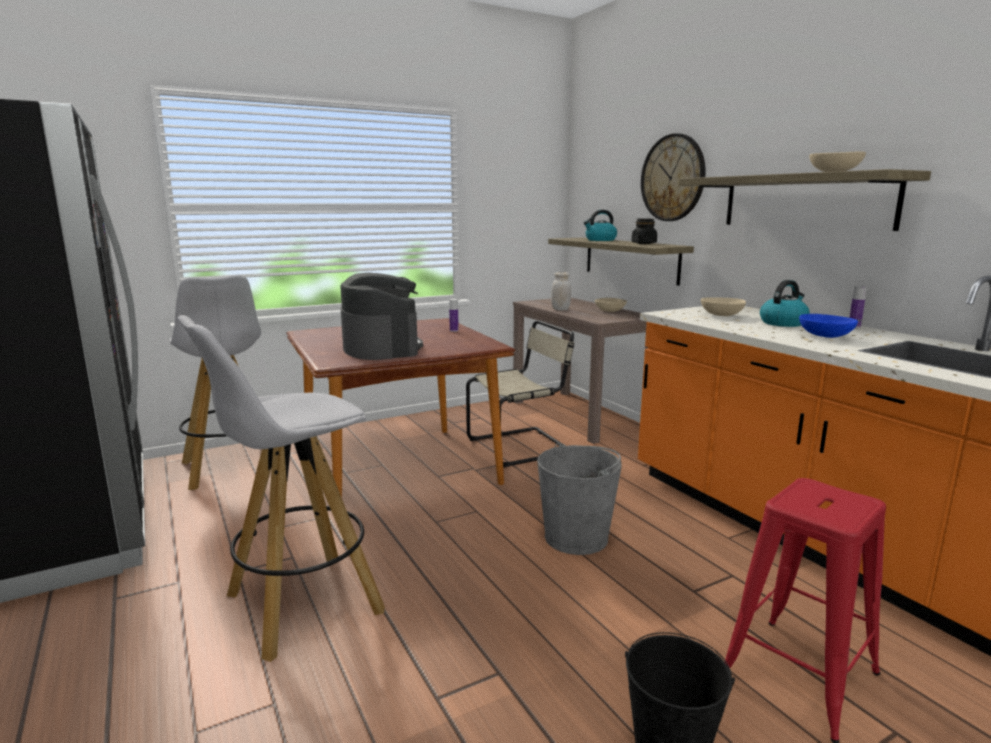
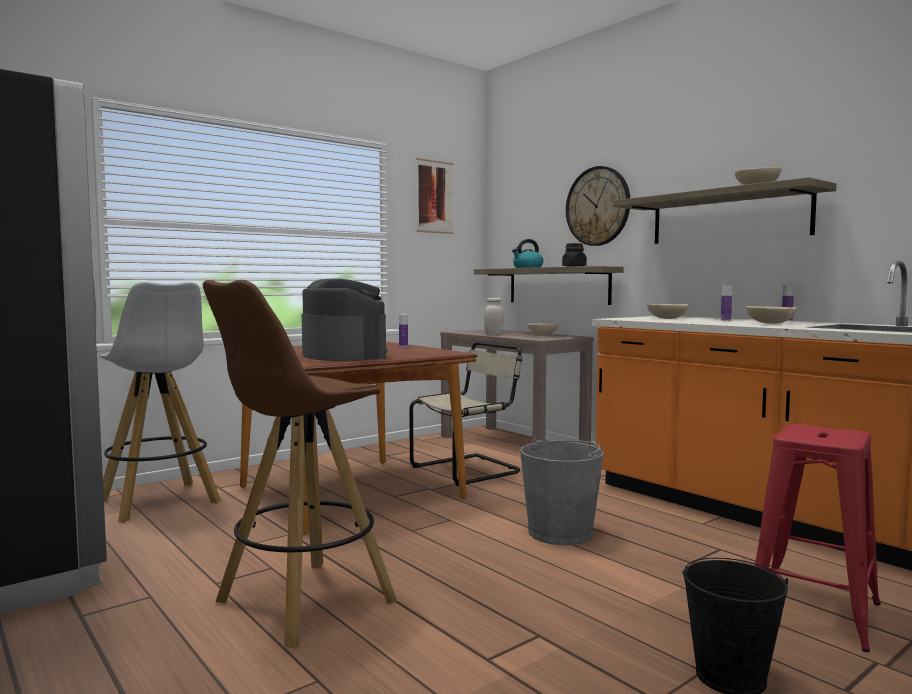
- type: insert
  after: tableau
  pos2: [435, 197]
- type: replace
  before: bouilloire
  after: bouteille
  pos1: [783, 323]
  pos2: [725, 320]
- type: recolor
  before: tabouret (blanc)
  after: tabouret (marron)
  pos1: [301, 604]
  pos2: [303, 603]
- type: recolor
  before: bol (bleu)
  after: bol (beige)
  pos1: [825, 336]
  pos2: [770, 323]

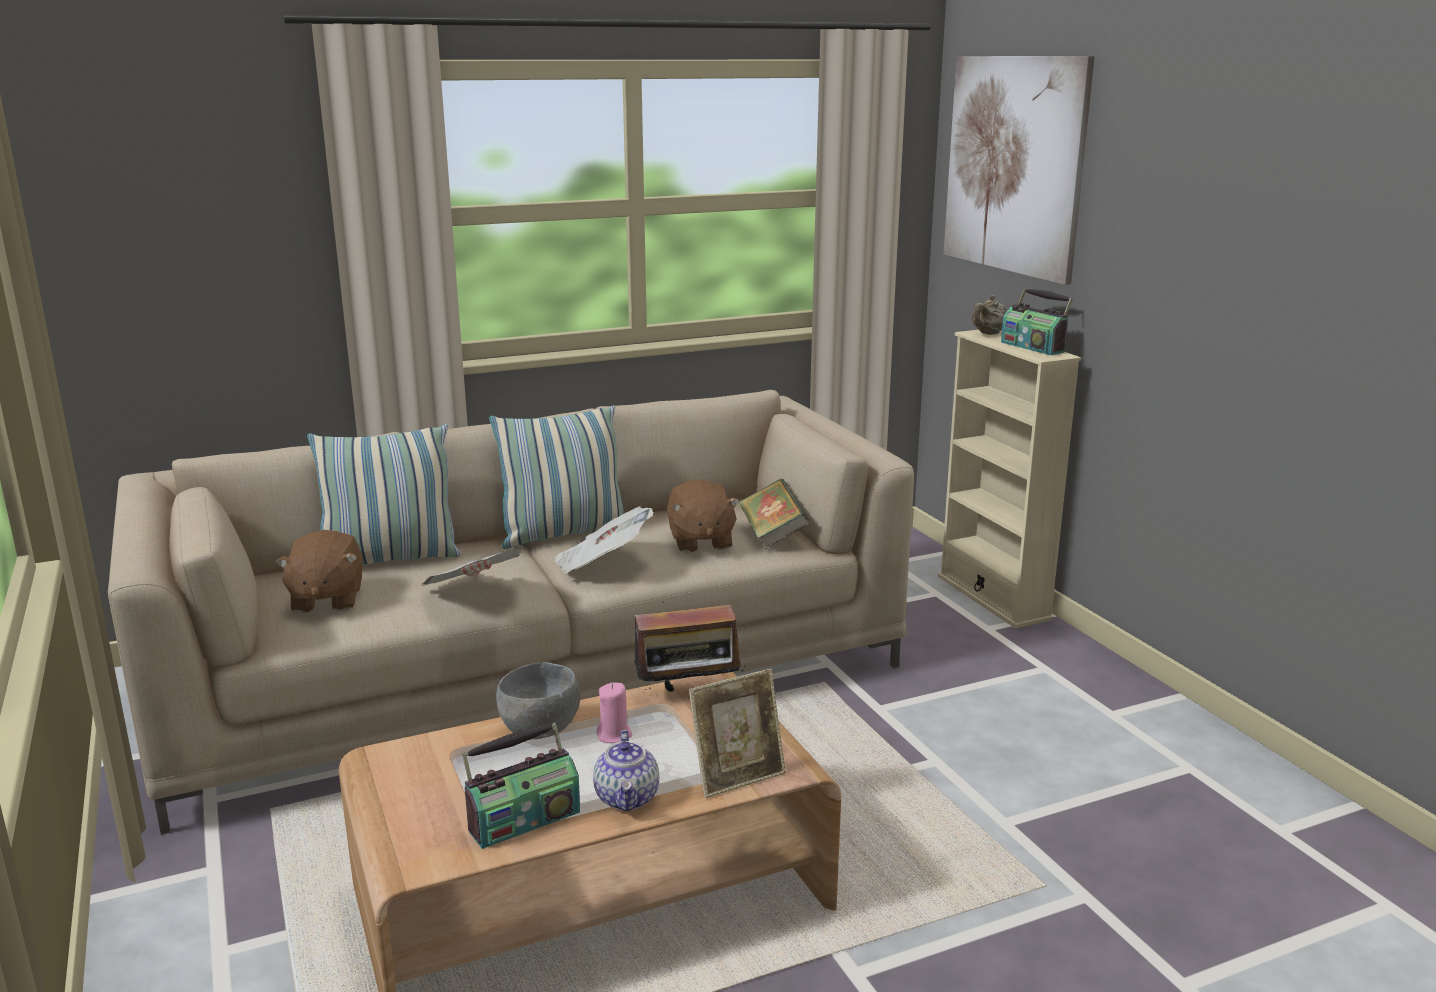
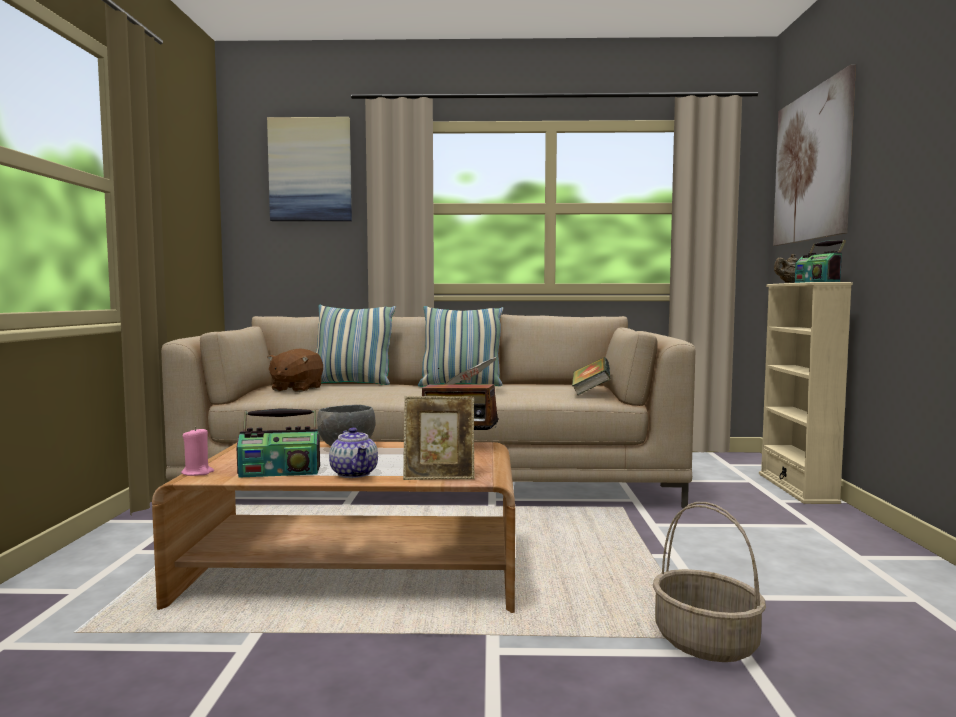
- type: delete
  before: journal
  pos1: [473, 593]
- type: delete
  before: peluche (marron)
  pos1: [700, 541]
- type: insert
  after: tableau
  pos2: [310, 170]
- type: insert
  after: panier
  pos2: [707, 643]
- type: move
  before: bougie (rose)
  pos1: [614, 735]
  pos2: [197, 473]
- type: rotate
  before: théière
  pos1: [628, 798]
  pos2: [355, 474]
  turn: -45

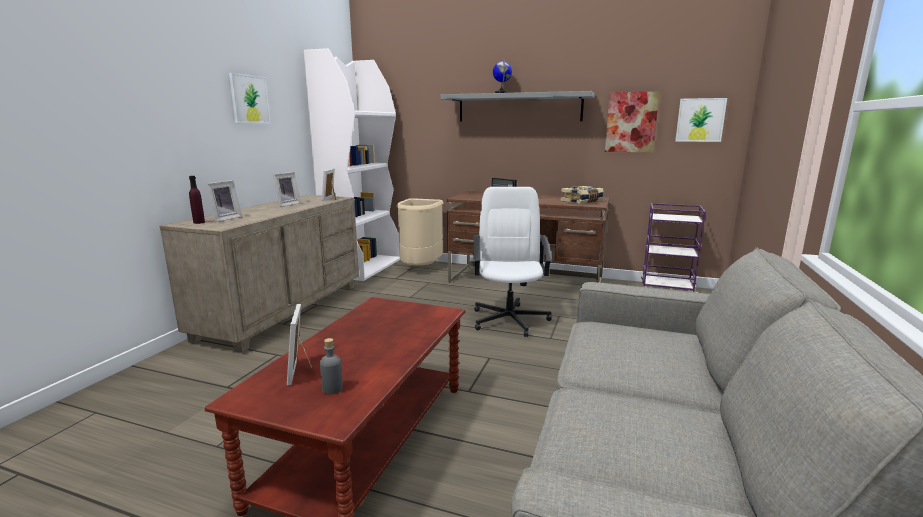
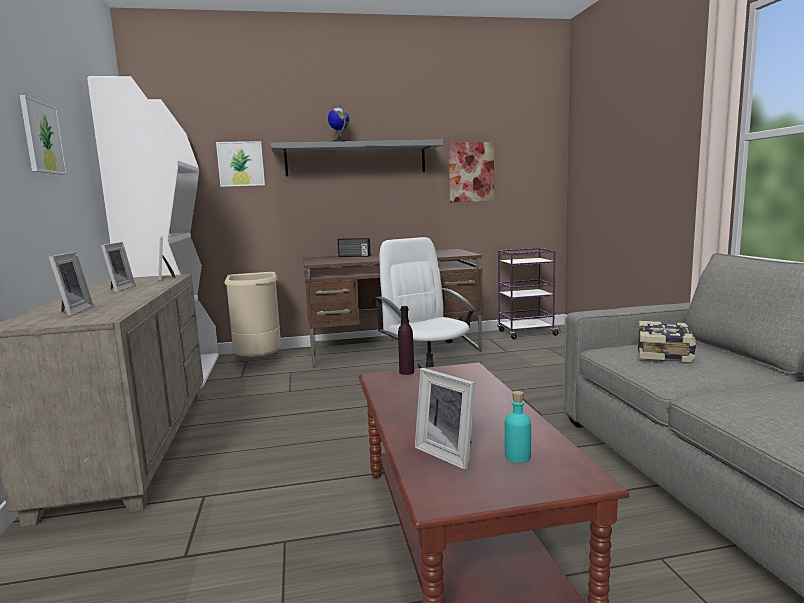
- type: move
  before: bouteille (violet)
  pos1: [199, 222]
  pos2: [406, 372]
- type: move
  before: livre
  pos1: [582, 201]
  pos2: [665, 353]
- type: move
  before: tableau
  pos1: [700, 120]
  pos2: [241, 164]
- type: recolor
  before: bouteille (gris)
  after: bouteille (turquoise)
  pos1: [332, 389]
  pos2: [517, 457]

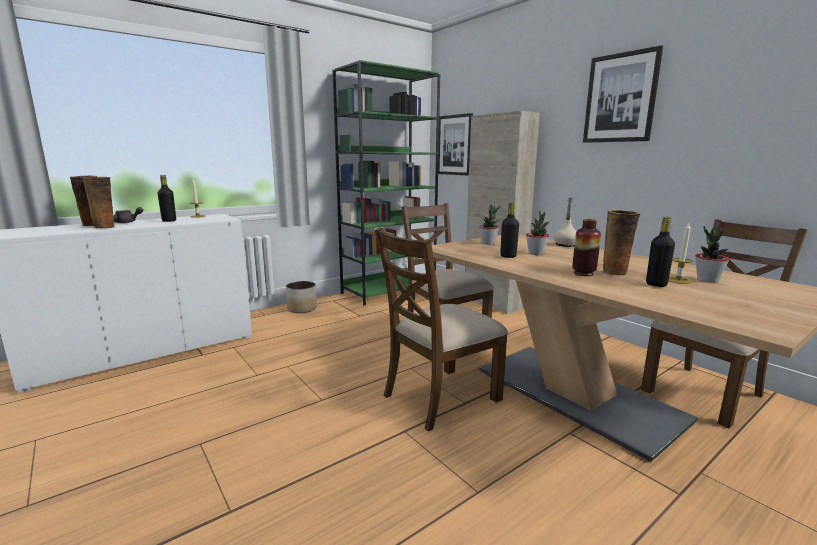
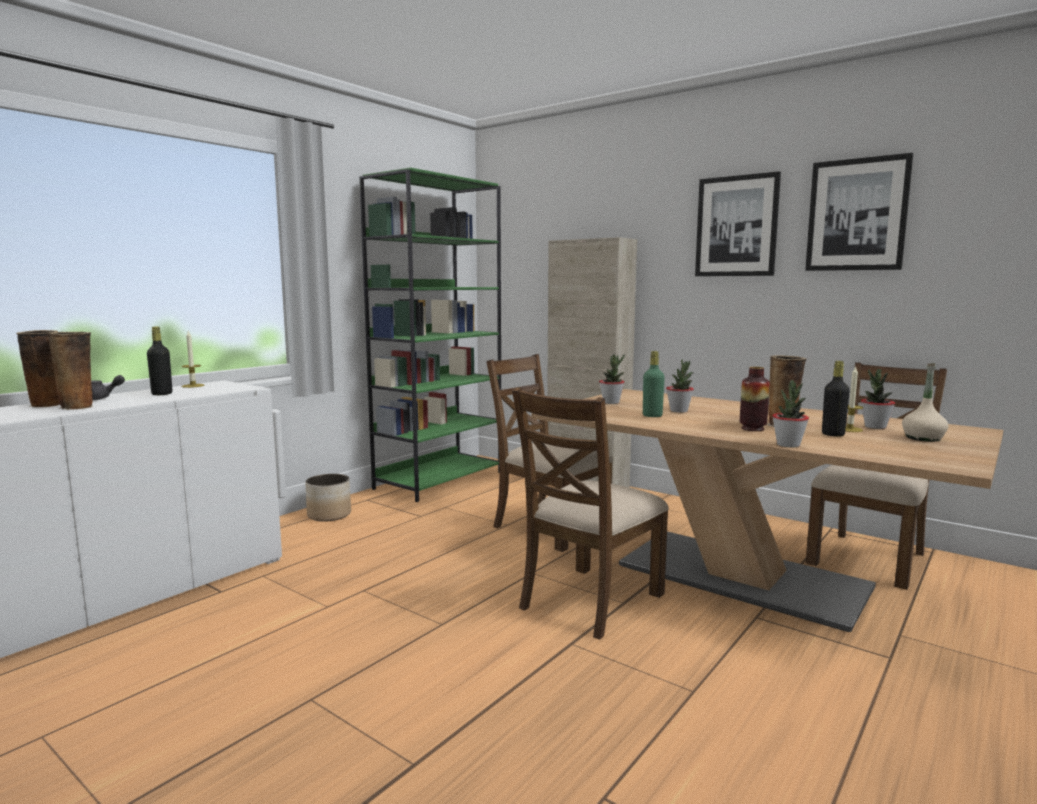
- type: insert
  after: plante en pot
  pos2: [788, 445]
- type: move
  before: tableau
  pos1: [455, 145]
  pos2: [857, 215]
- type: move
  before: bouteille (beige)
  pos1: [565, 245]
  pos2: [922, 438]
- type: recolor
  before: bouteille (noir)
  after: bouteille (vert)
  pos1: [508, 256]
  pos2: [652, 416]

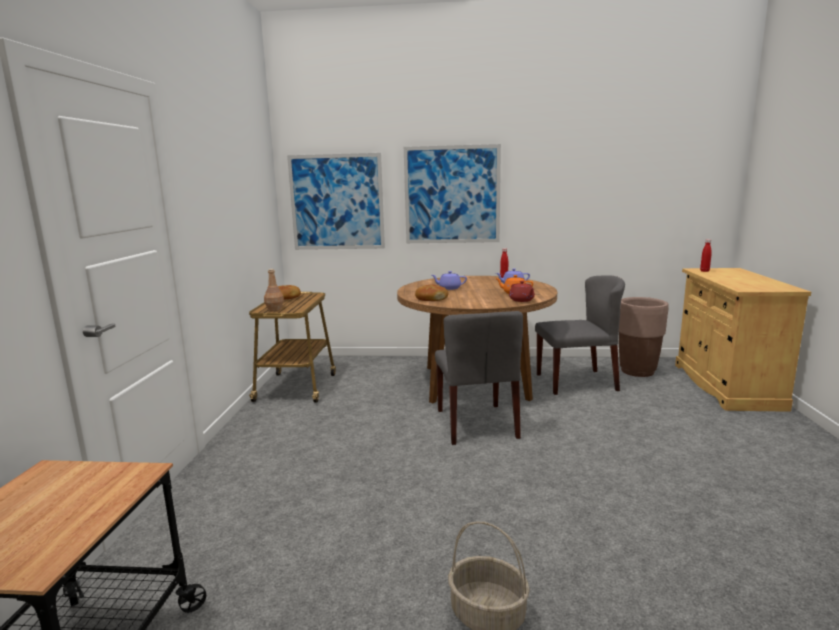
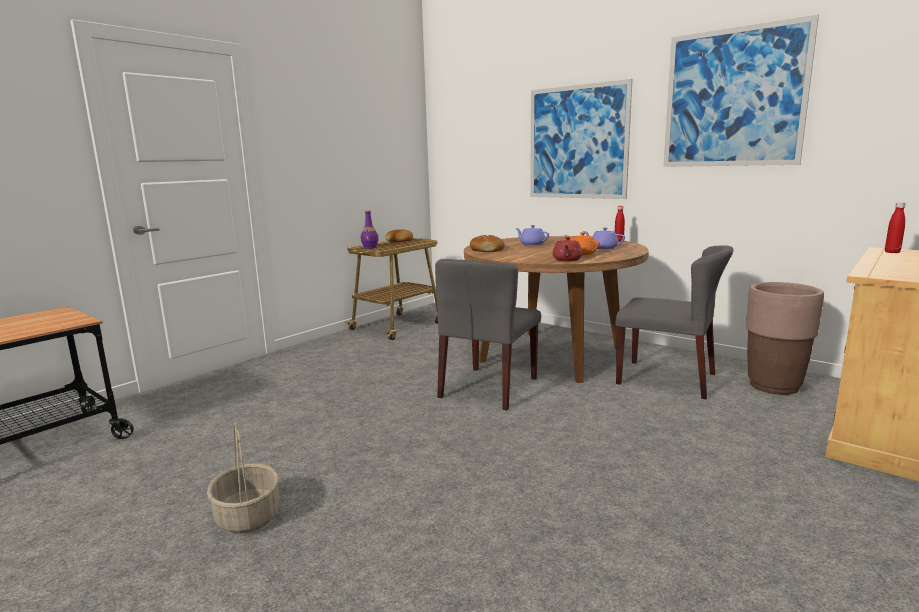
- type: move
  before: tableau
  pos1: [337, 202]
  pos2: [733, 98]
- type: recolor
  before: bouteille (marron)
  after: bouteille (violet)
  pos1: [275, 309]
  pos2: [370, 247]

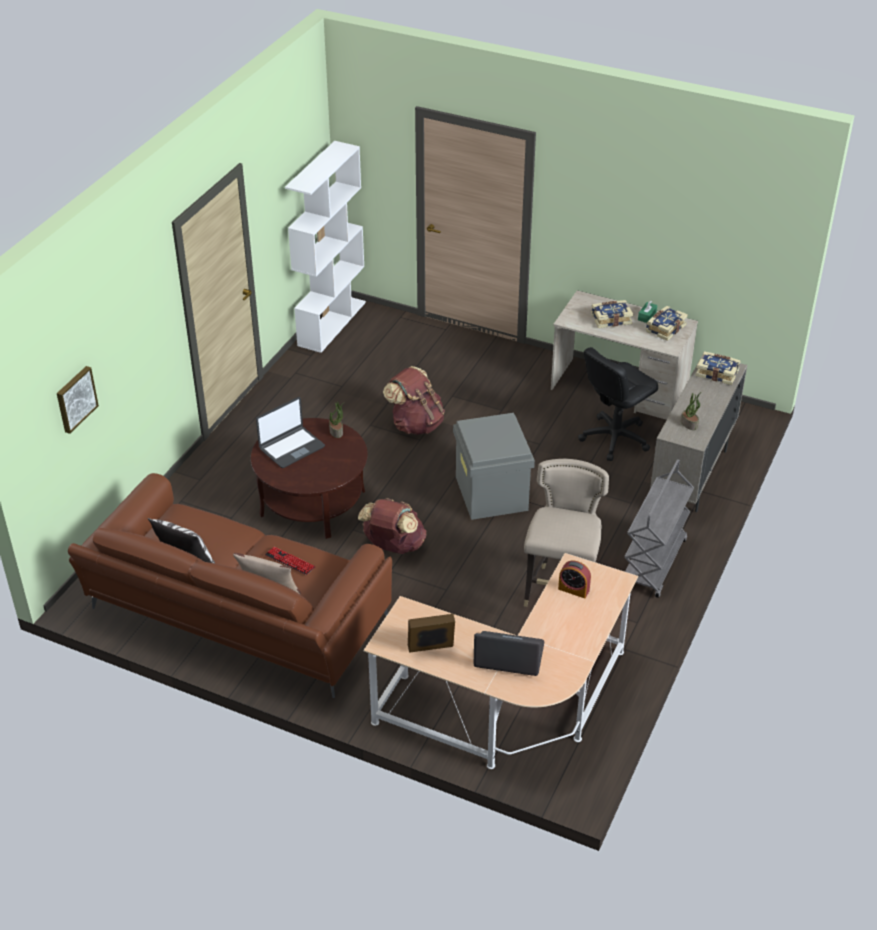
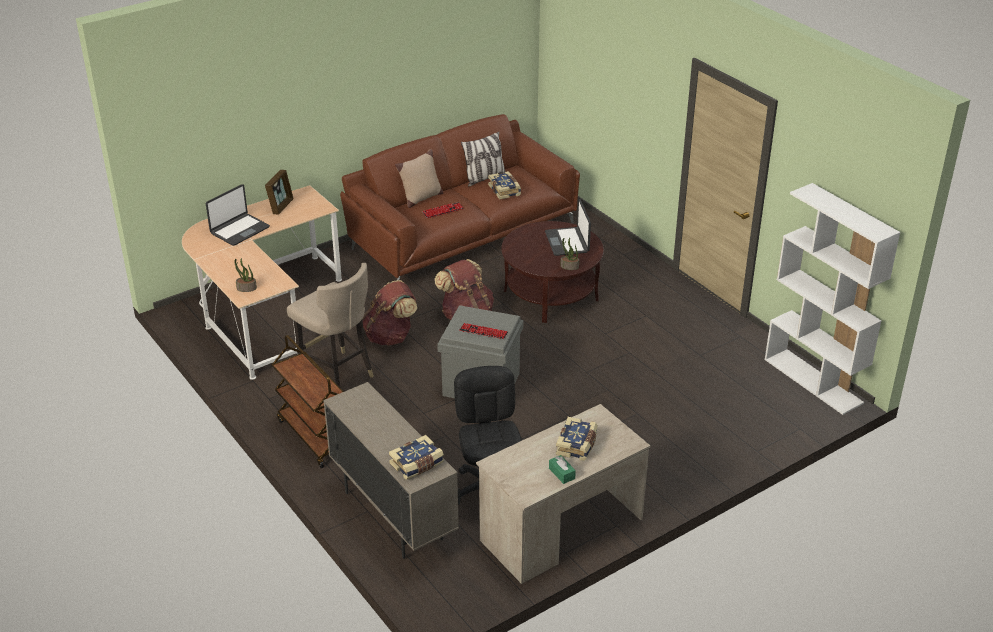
- type: delete
  before: tableau
  pos1: [75, 399]
- type: delete
  before: réveil
  pos1: [573, 589]
- type: insert
  after: clavier
  pos2: [483, 332]
- type: move
  before: sac à dos (marron)
  pos1: [416, 424]
  pos2: [390, 336]
- type: move
  before: livre
  pos1: [664, 328]
  pos2: [505, 190]
- type: move
  before: plante en pot
  pos1: [689, 424]
  pos2: [246, 288]
- type: recolor
  before: chariot (gris)
  after: chariot (marron)
  pos1: [654, 564]
  pos2: [314, 436]

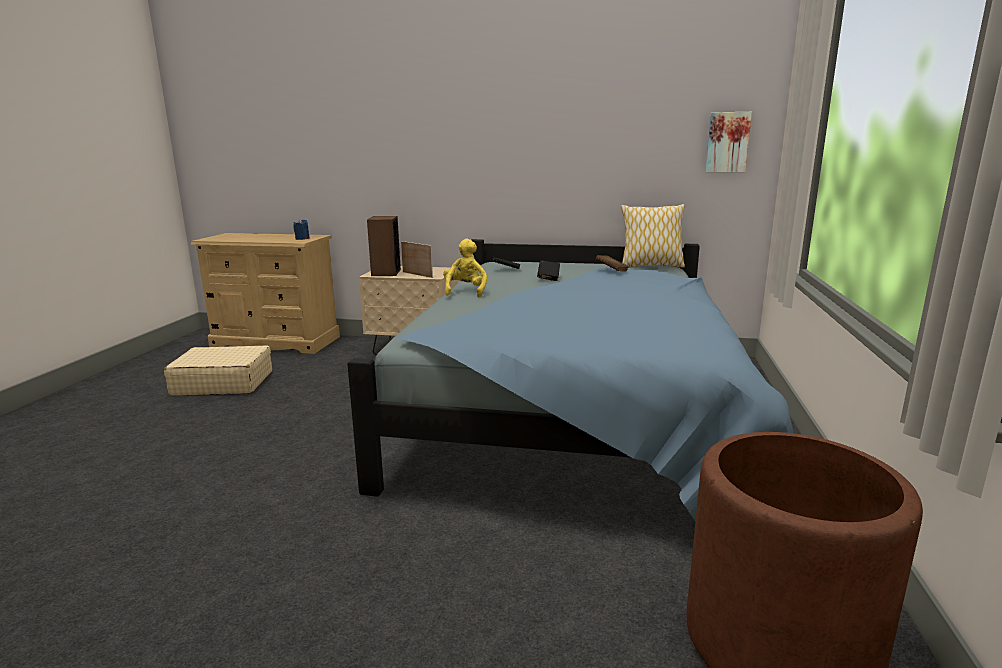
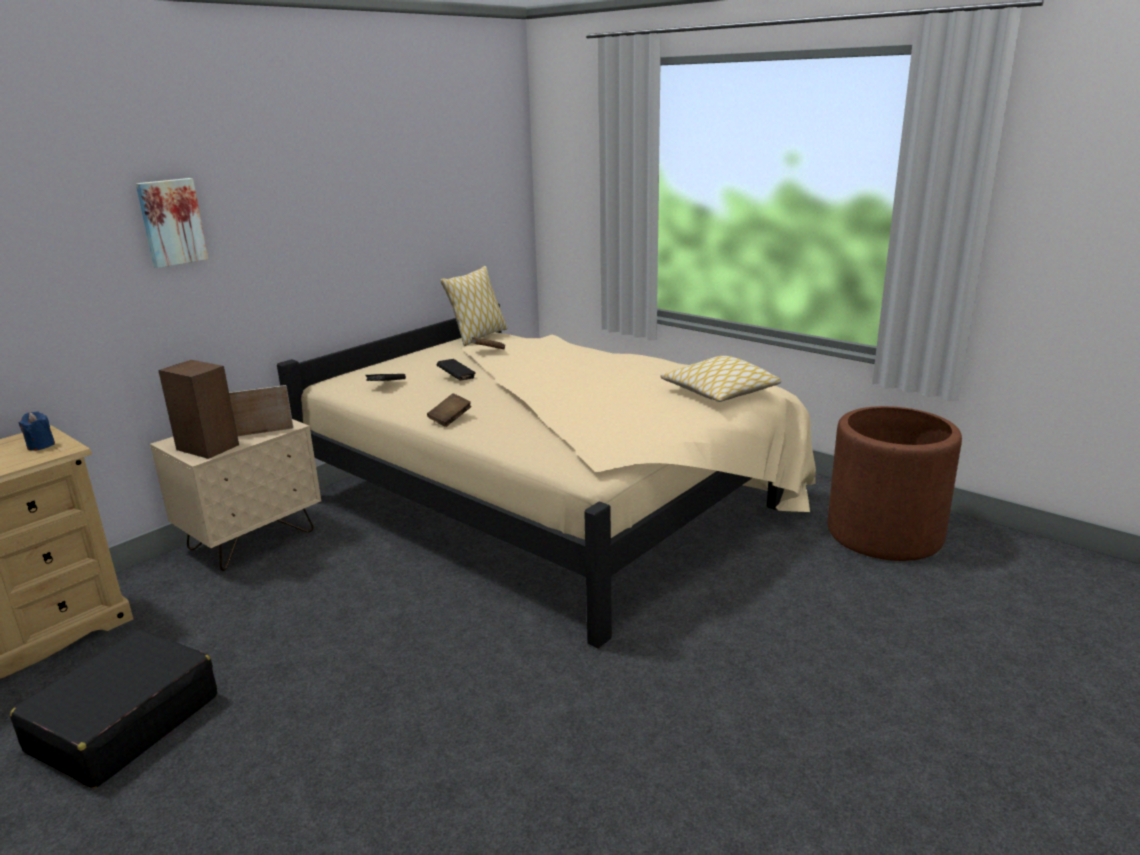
- type: insert
  after: coussin
  pos2: [720, 392]
- type: move
  before: tableau
  pos1: [727, 142]
  pos2: [171, 222]
- type: replace
  before: peluche (jaune)
  after: livre (marron)
  pos1: [465, 291]
  pos2: [450, 419]
- type: recolor
  before: valise (beige)
  after: valise (noir)
  pos1: [223, 383]
  pos2: [124, 723]
- type: recolor
  before: lit (bleu)
  after: lit (beige)
  pos1: [576, 413]
  pos2: [554, 499]

